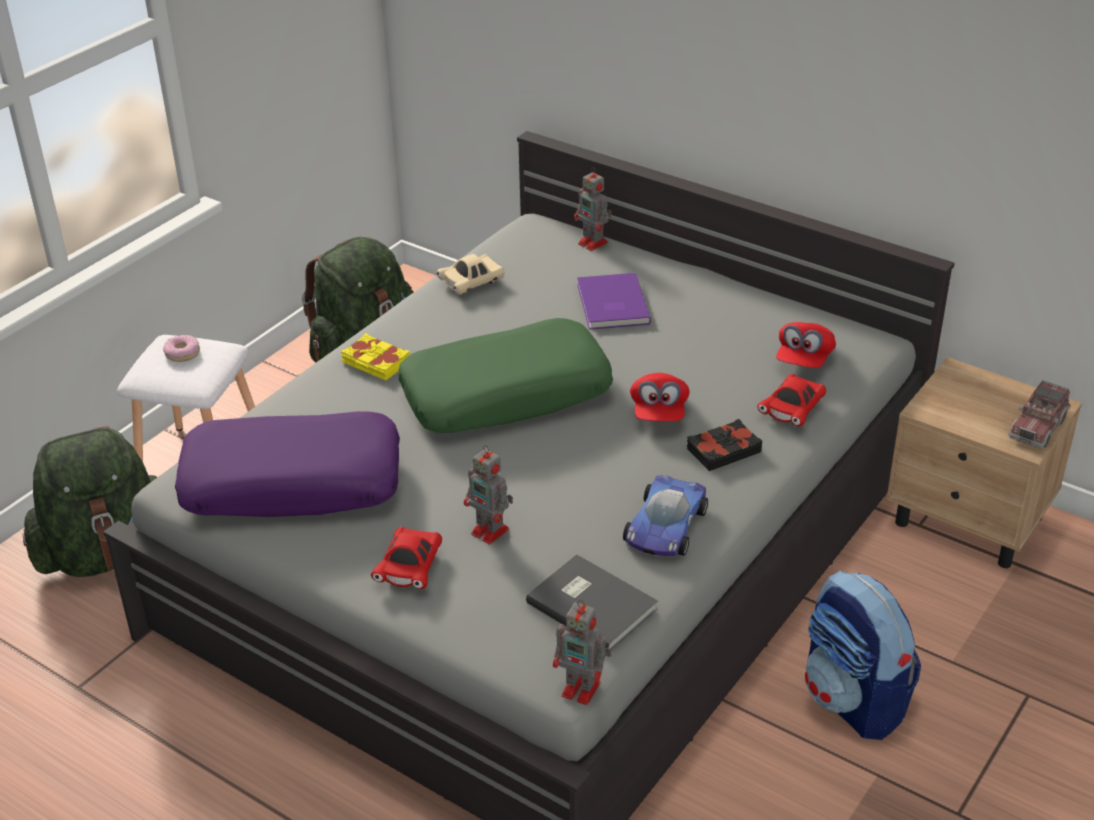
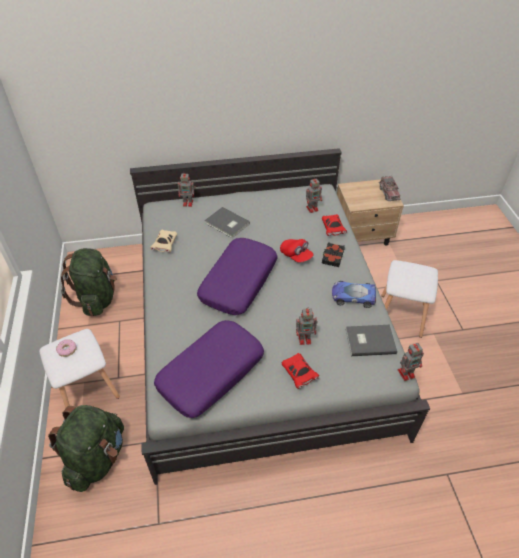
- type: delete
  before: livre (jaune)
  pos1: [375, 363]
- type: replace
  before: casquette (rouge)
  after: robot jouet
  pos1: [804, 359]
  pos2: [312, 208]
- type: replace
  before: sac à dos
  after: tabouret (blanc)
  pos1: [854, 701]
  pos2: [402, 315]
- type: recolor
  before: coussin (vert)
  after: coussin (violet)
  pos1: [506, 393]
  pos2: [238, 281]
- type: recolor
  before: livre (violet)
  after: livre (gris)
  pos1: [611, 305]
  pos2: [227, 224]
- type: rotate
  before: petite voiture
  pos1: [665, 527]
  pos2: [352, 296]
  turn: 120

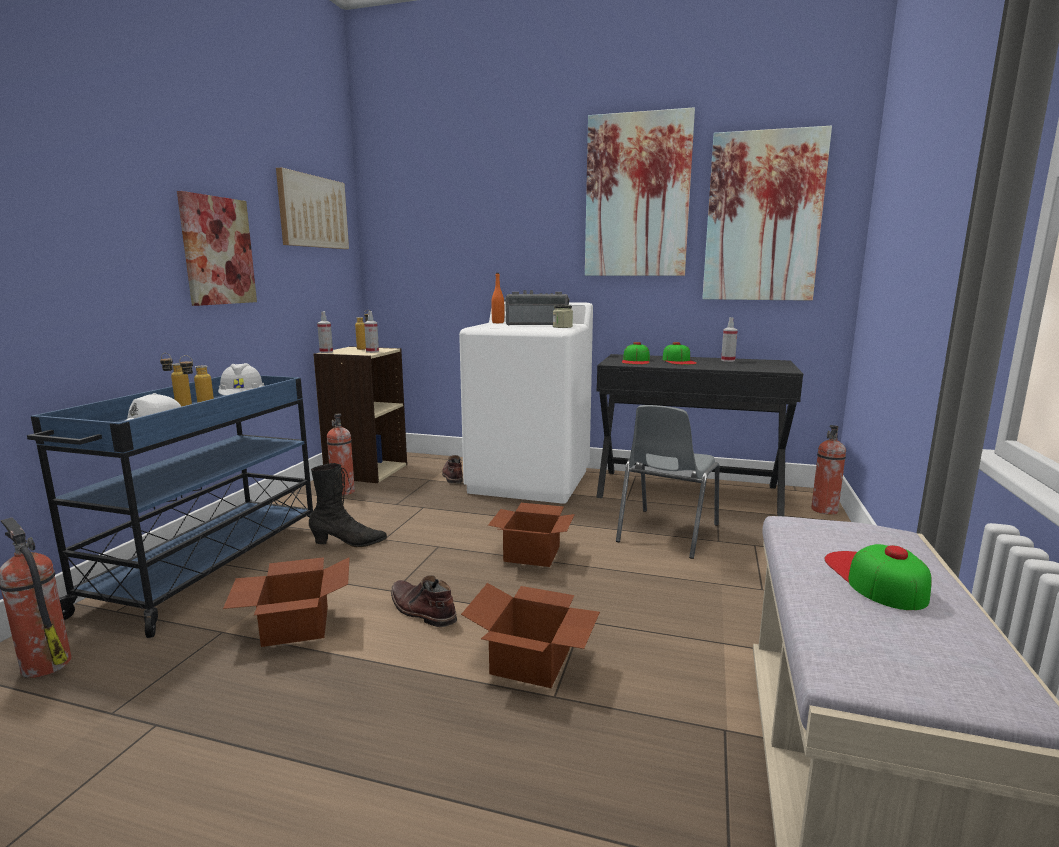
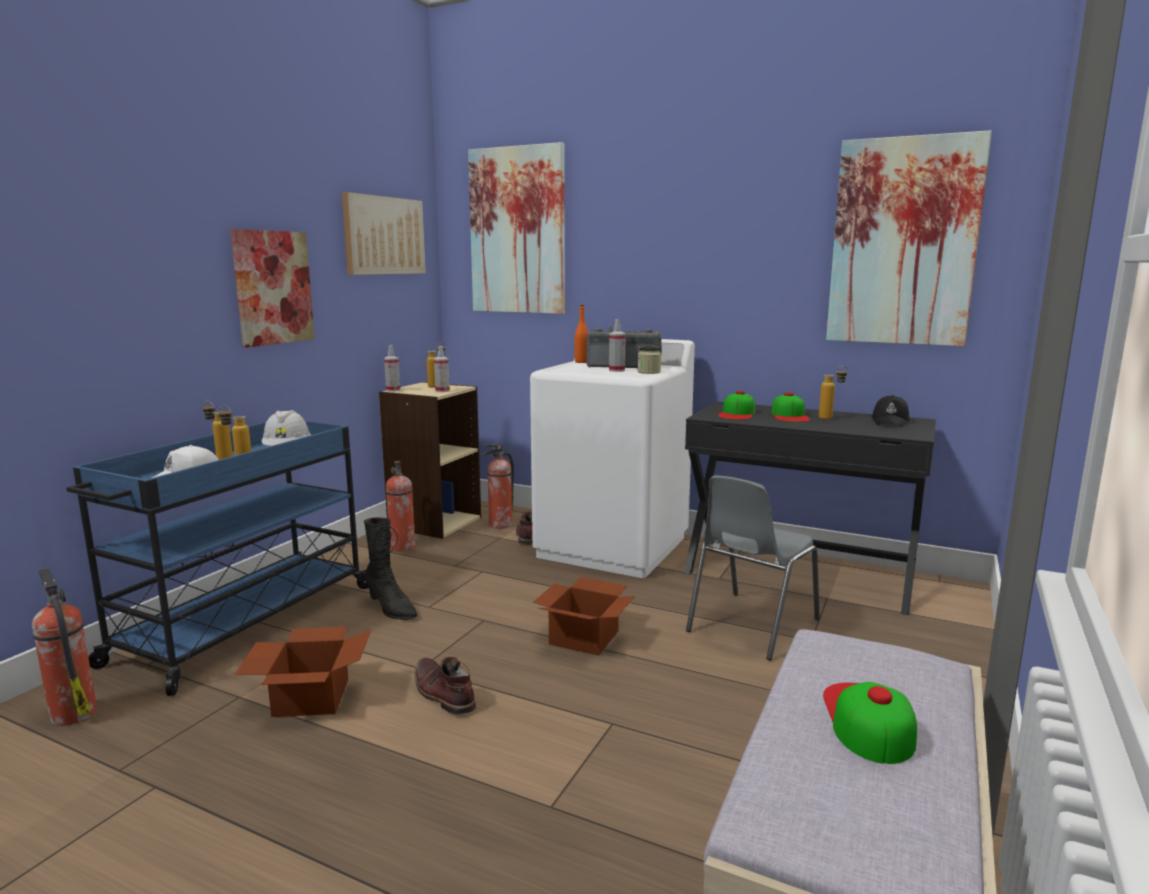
- type: delete
  before: carton
  pos1: [532, 662]
- type: insert
  after: bouteille
  pos2: [831, 418]
- type: insert
  after: casquette (noir)
  pos2: [890, 421]
- type: move
  before: tableau
  pos1: [637, 196]
  pos2: [517, 231]
- type: move
  before: vaporisateur
  pos1: [728, 360]
  pos2: [616, 370]
- type: move
  before: extincteur
  pos1: [824, 510]
  pos2: [499, 525]
- type: rotate
  before: botte (noir)
  pos1: [349, 543]
  pos2: [391, 608]
  turn: 45

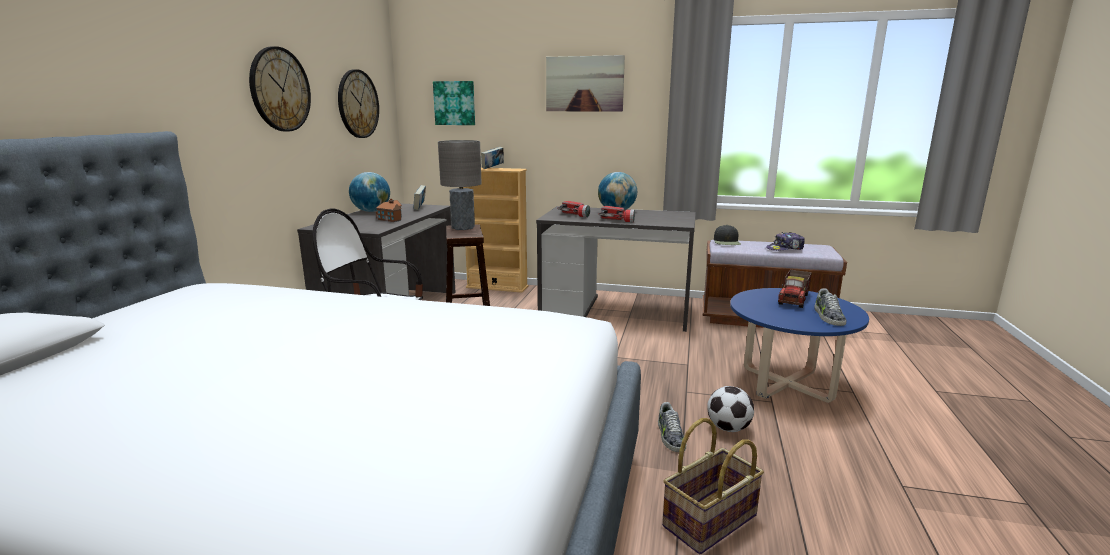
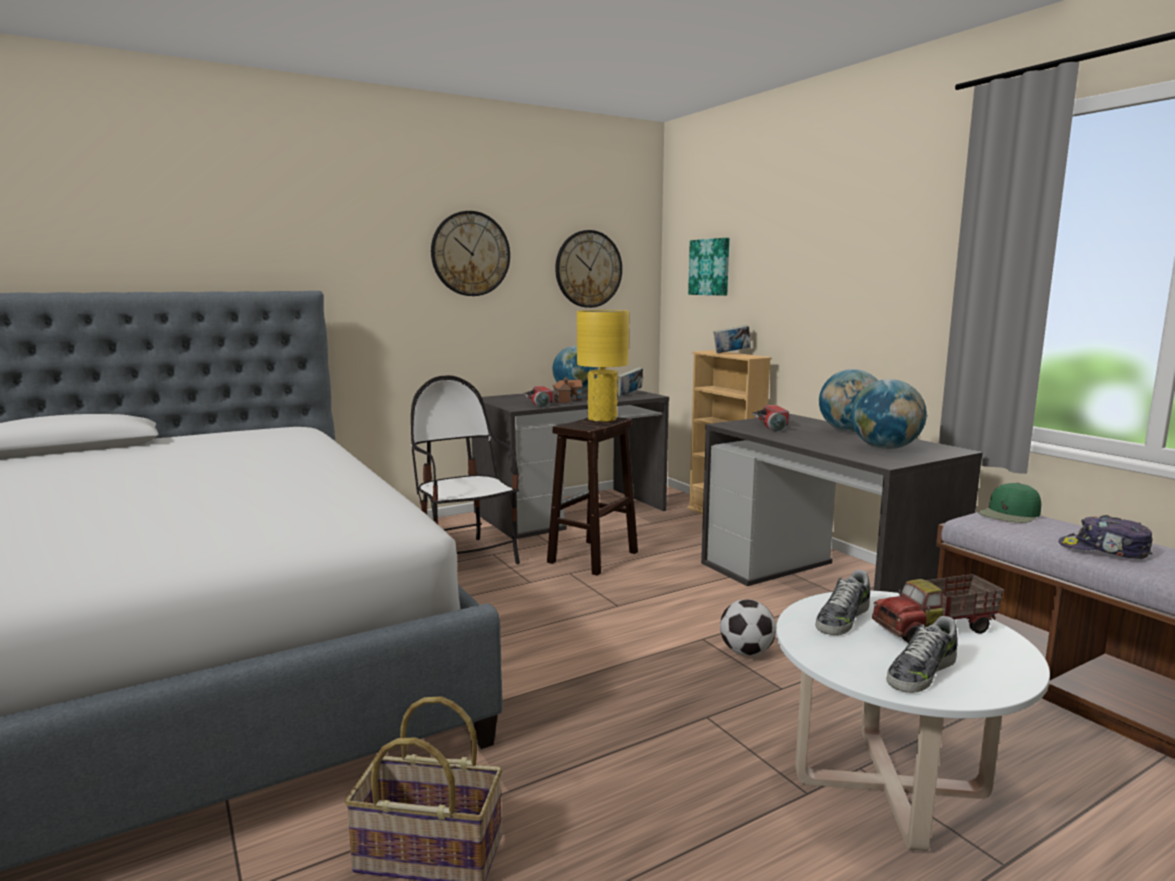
- type: delete
  before: tableau
  pos1: [584, 84]
- type: insert
  after: globe
  pos2: [885, 448]
- type: move
  before: lampe de poche
  pos1: [617, 220]
  pos2: [539, 404]
- type: move
  before: chaussure
  pos1: [670, 436]
  pos2: [842, 618]
- type: move
  before: ballon de foot
  pos1: [728, 428]
  pos2: [746, 652]
- type: recolor
  before: lampe de table (gris)
  after: lampe de table (jaune)
  pos1: [463, 228]
  pos2: [602, 419]
- type: recolor
  before: casquette (noir)
  after: casquette (vert)
  pos1: [727, 242]
  pos2: [1010, 514]
- type: recolor
  before: table basse (bleu)
  after: table basse (blanc)
  pos1: [786, 384]
  pos2: [890, 786]

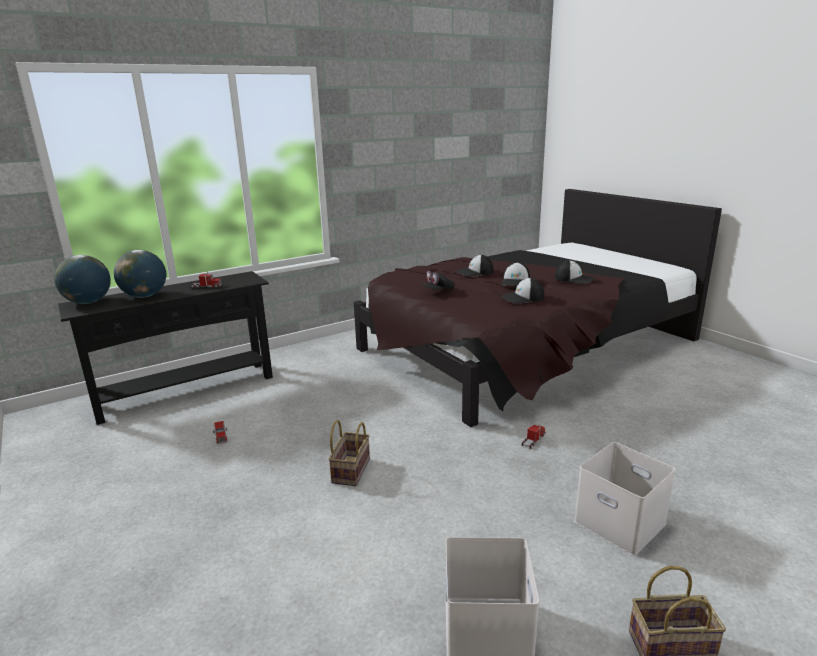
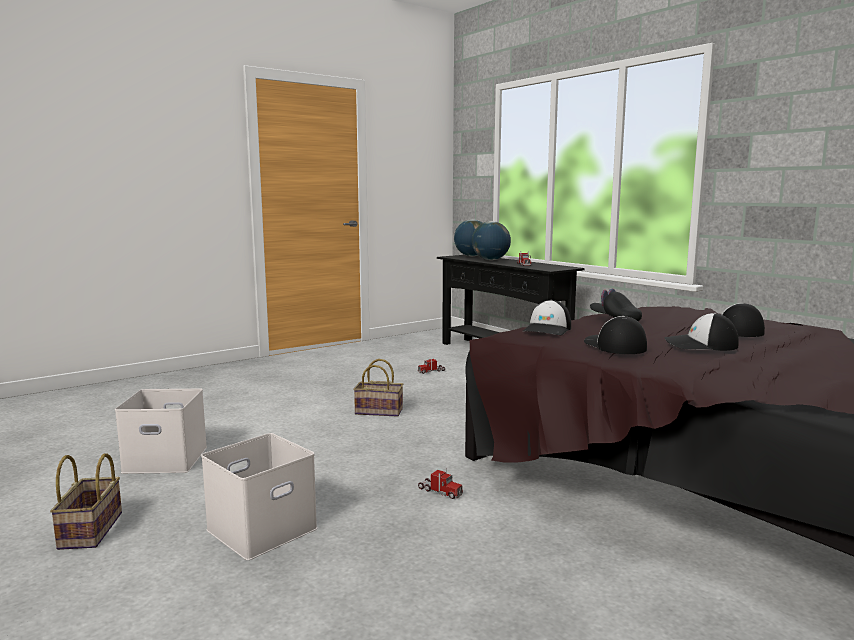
- type: move
  before: casquette
  pos1: [574, 279]
  pos2: [547, 329]

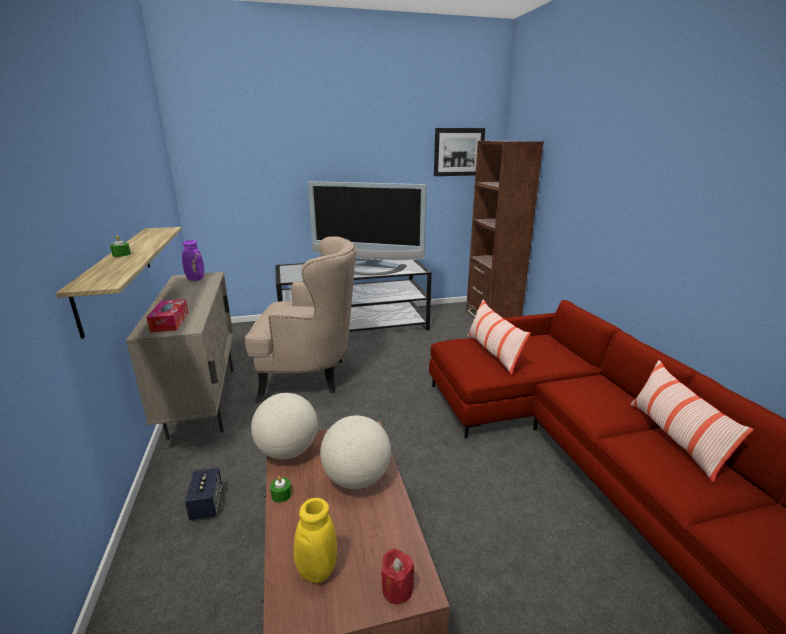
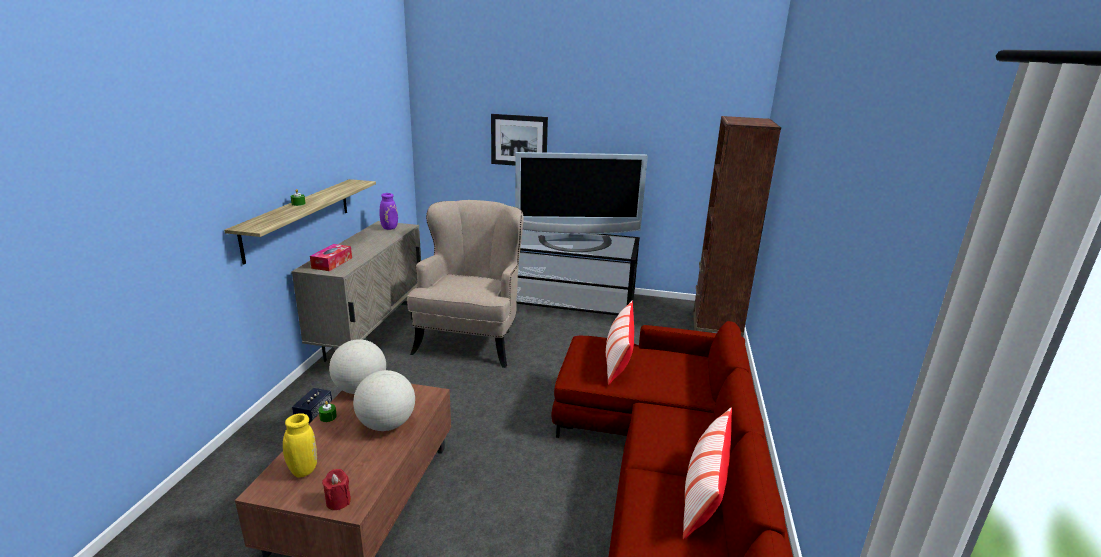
- type: move
  before: tableau
  pos1: [459, 152]
  pos2: [519, 140]
- type: rotate
  before: fauteuil (beige)
  pos1: [310, 376]
  pos2: [471, 340]
  turn: -105
- type: rotate
  before: téléviseur
  pos1: [369, 268]
  pos2: [576, 243]
  turn: -45

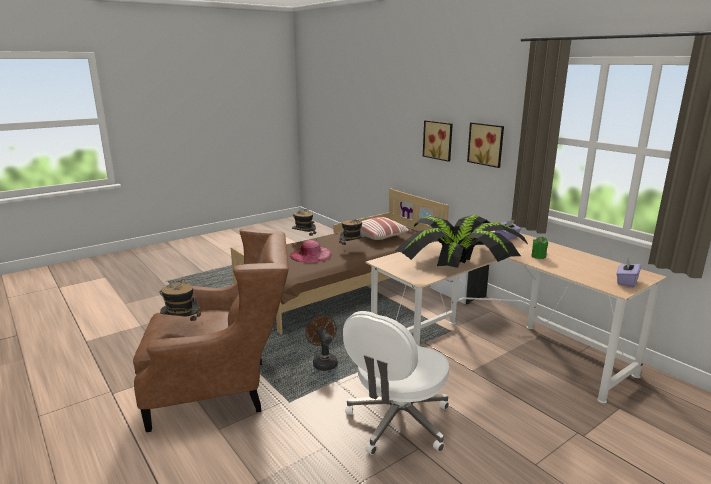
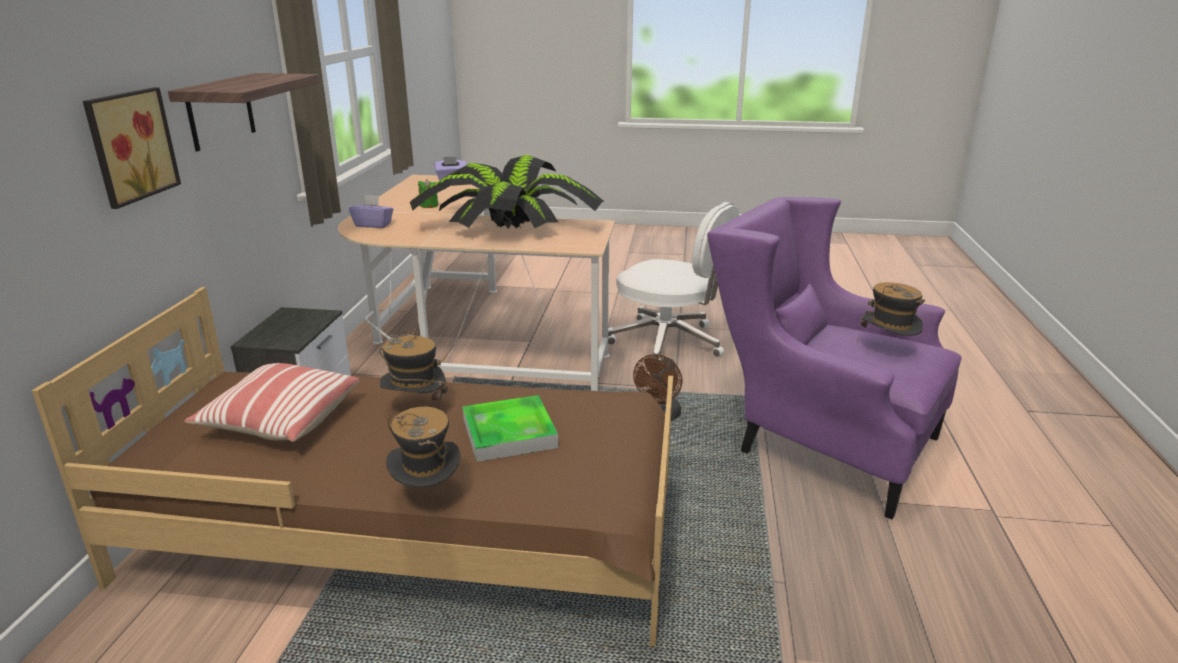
- type: replace
  before: chapeau (rose)
  after: plateau
  pos1: [310, 255]
  pos2: [509, 433]
- type: replace
  before: tableau
  after: étagère
  pos1: [486, 144]
  pos2: [220, 111]
- type: recolor
  before: fauteuil (marron)
  after: fauteuil (violet)
  pos1: [223, 389]
  pos2: [819, 443]
- type: rotate
  before: chaise de bureau (blanc)
  pos1: [397, 422]
  pos2: [669, 342]
  turn: 45

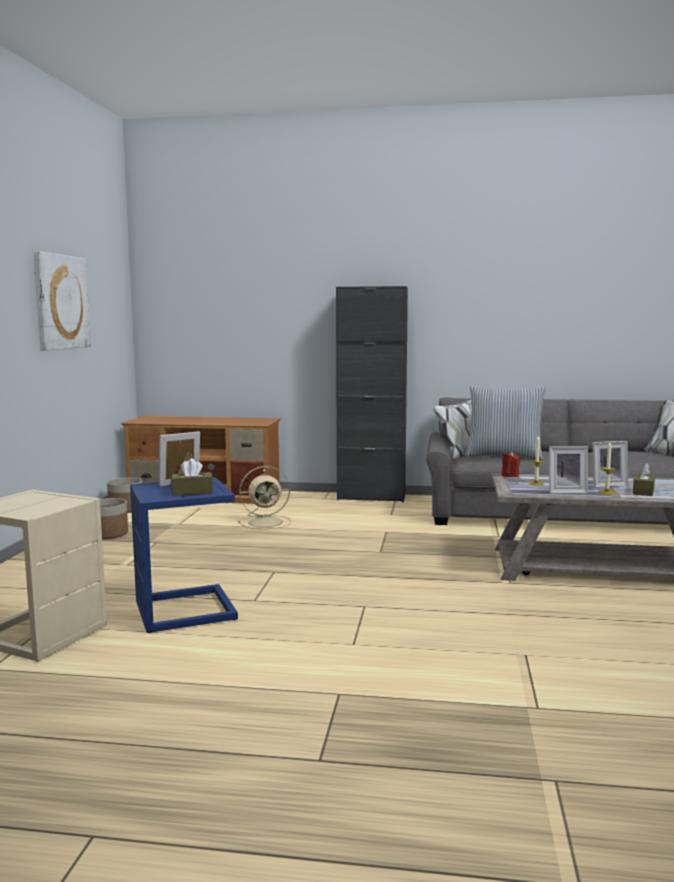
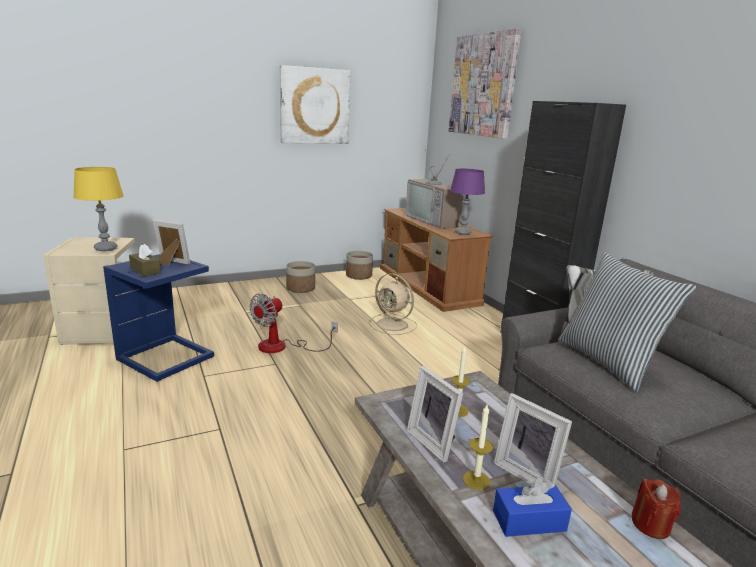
- type: insert
  after: lampe de table (jaune)
  pos2: [105, 248]
- type: insert
  after: ventilateur
  pos2: [282, 347]
- type: insert
  after: téléviseur
  pos2: [434, 221]
- type: insert
  after: tableau
  pos2: [483, 85]
- type: insert
  after: lampe de table (violet)
  pos2: [462, 233]
- type: move
  before: bougie (rouge)
  pos1: [510, 475]
  pos2: [651, 525]
- type: recolor
  before: boîte à mouchoirs (marron)
  after: boîte à mouchoirs (bleu)
  pos1: [643, 491]
  pos2: [529, 521]

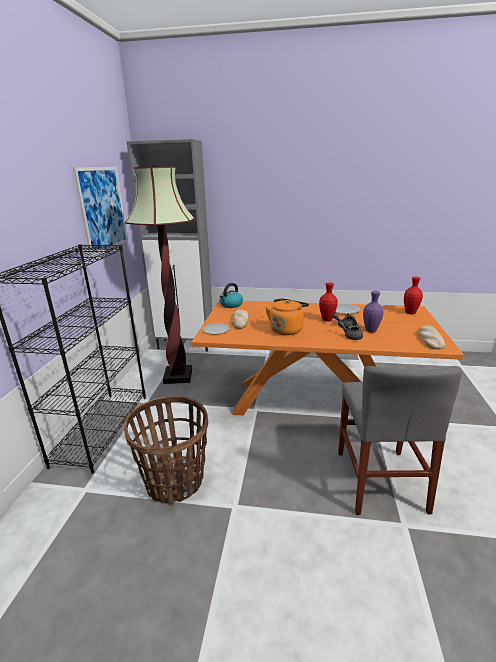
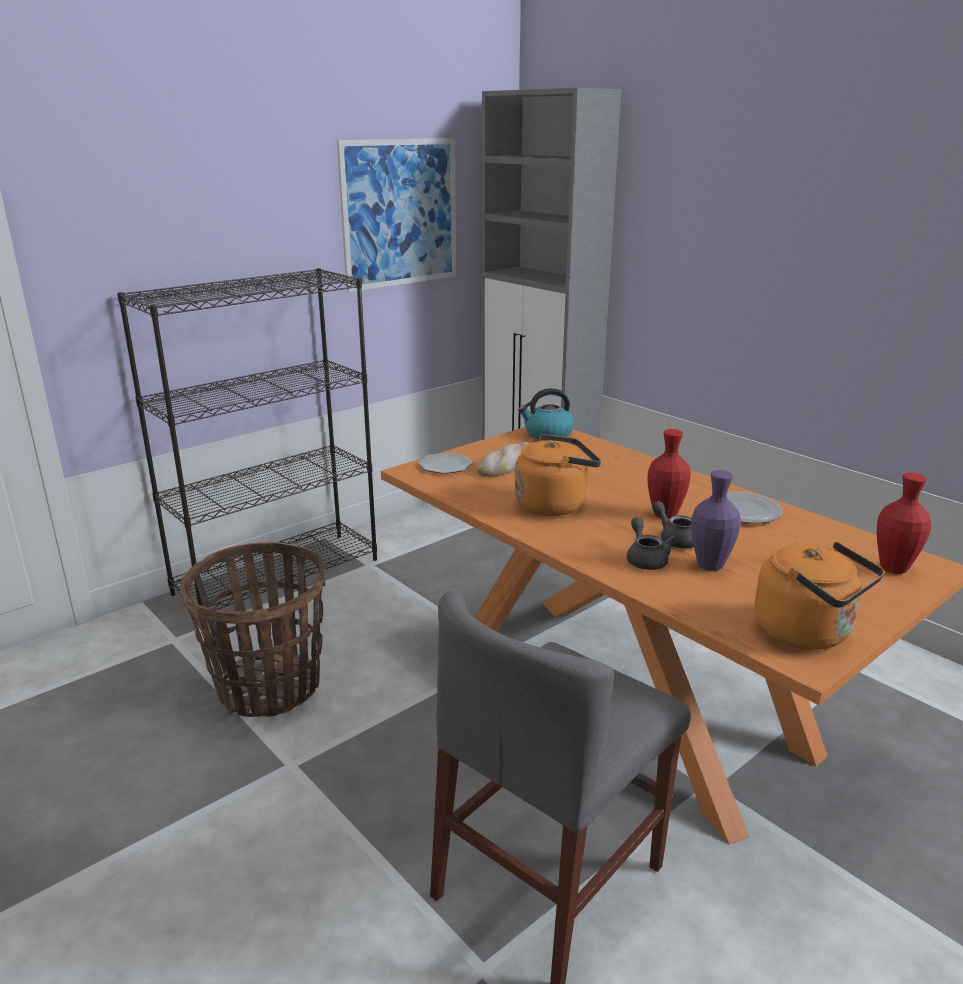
- type: delete
  before: lampadaire
  pos1: [178, 376]
- type: replace
  before: pain
  after: bouilloire (orange)
  pos1: [430, 339]
  pos2: [808, 633]

